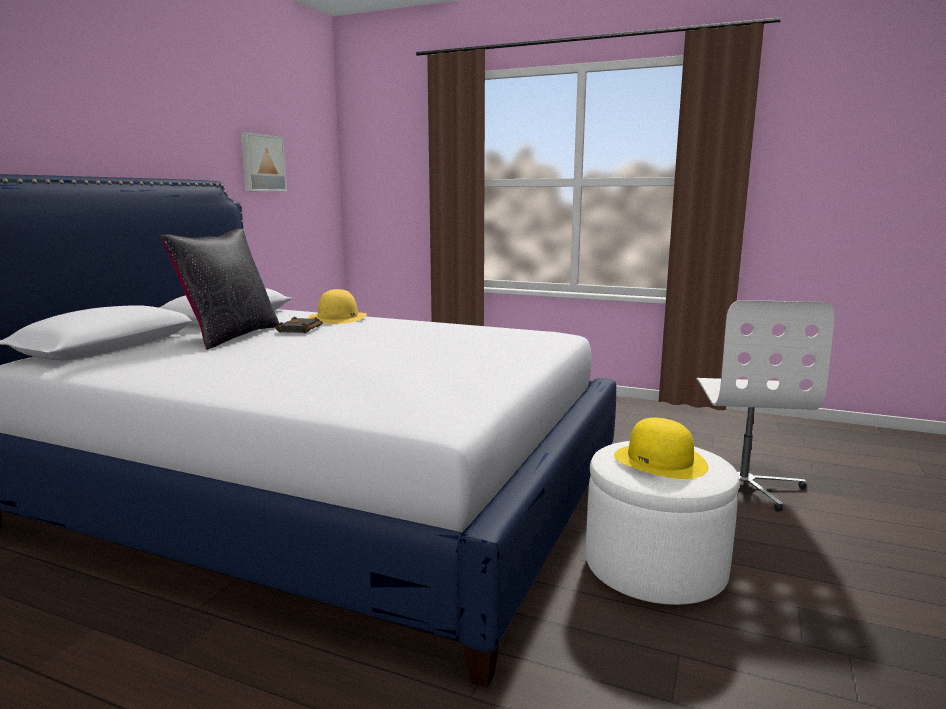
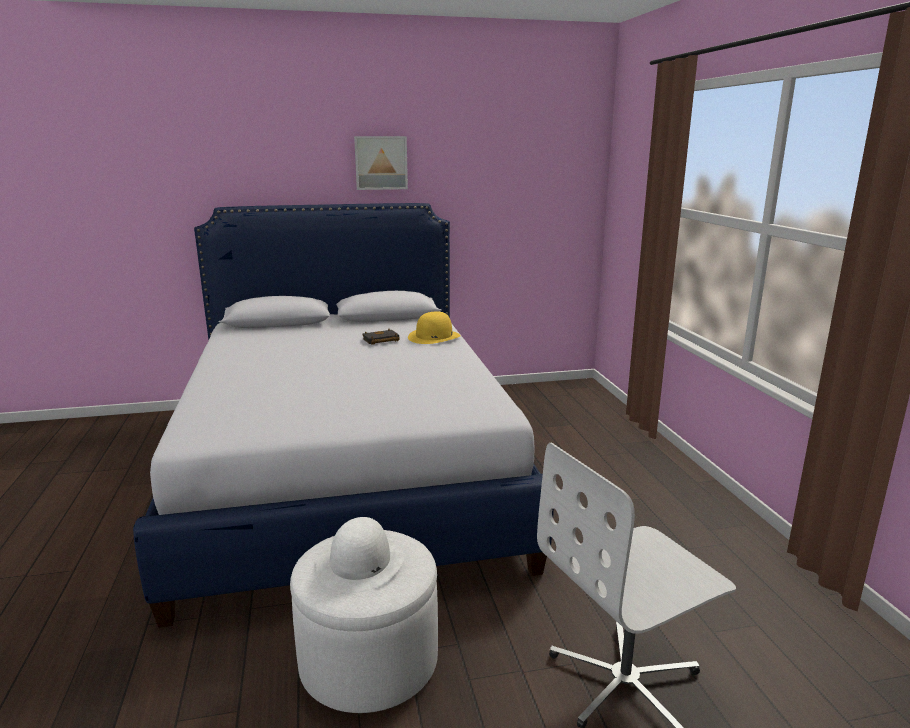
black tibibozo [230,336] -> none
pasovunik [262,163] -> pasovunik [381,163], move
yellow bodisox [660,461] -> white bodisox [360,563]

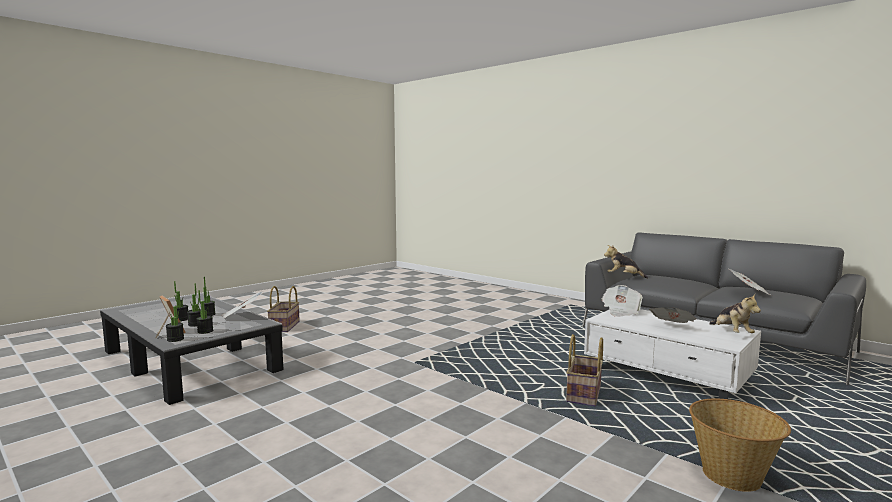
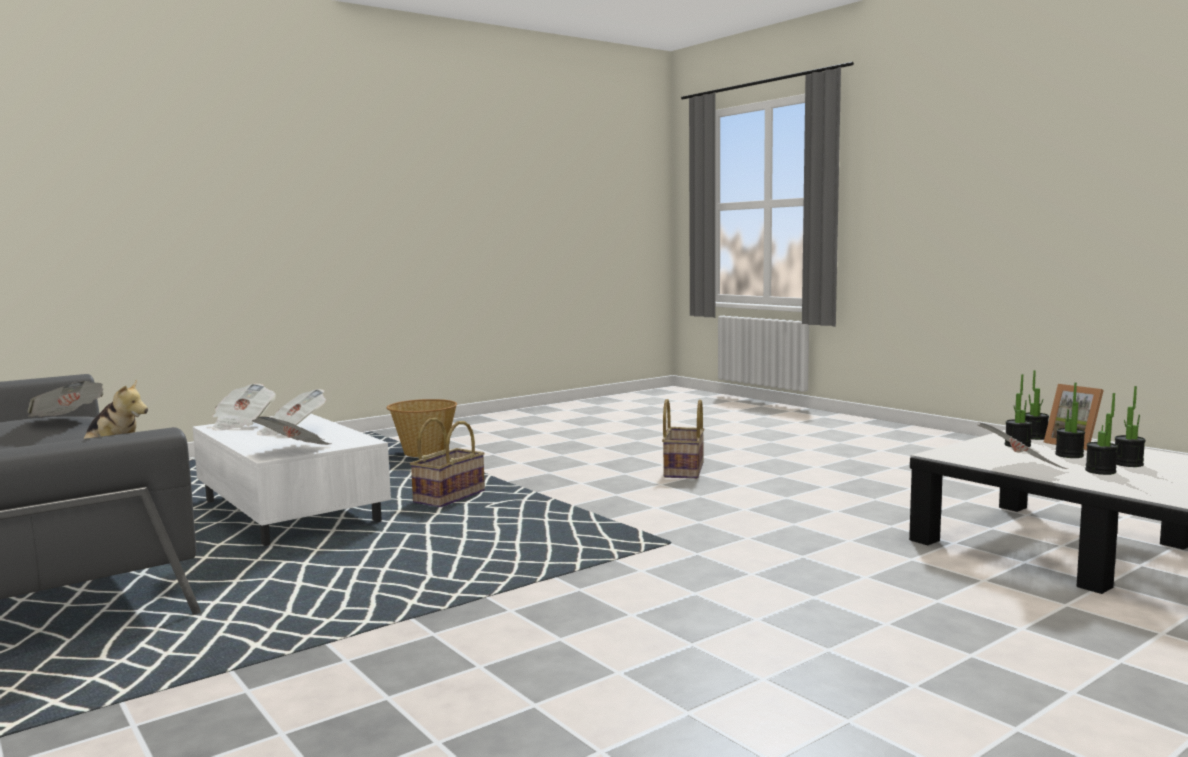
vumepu [285,327] -> vumepu [682,470], move
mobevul [731,333] -> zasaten [242,424]

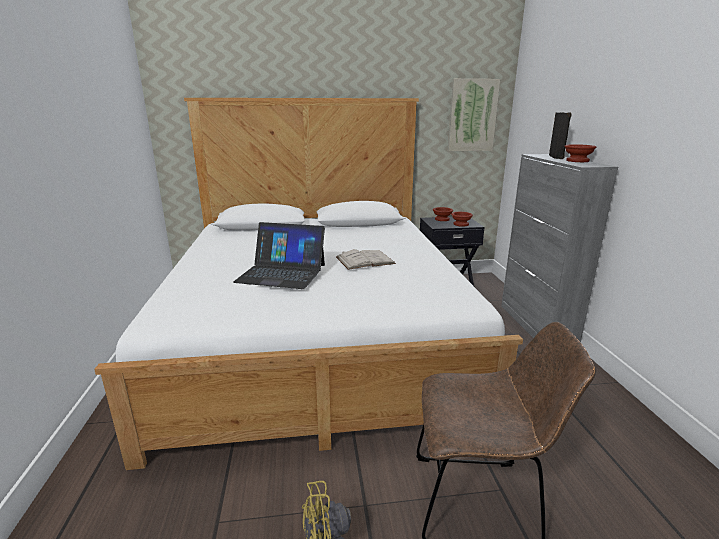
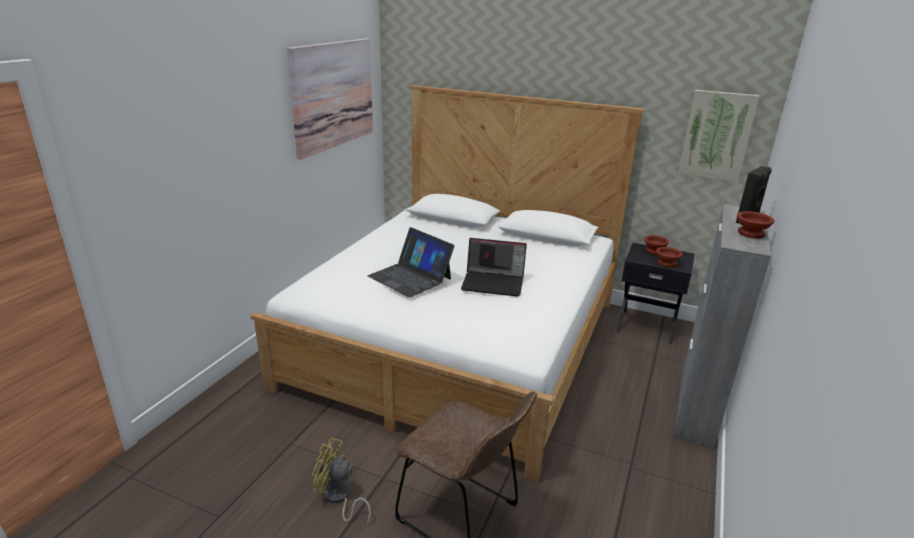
none -> pasovunik [333,95]
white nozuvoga [365,260] -> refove [494,283]

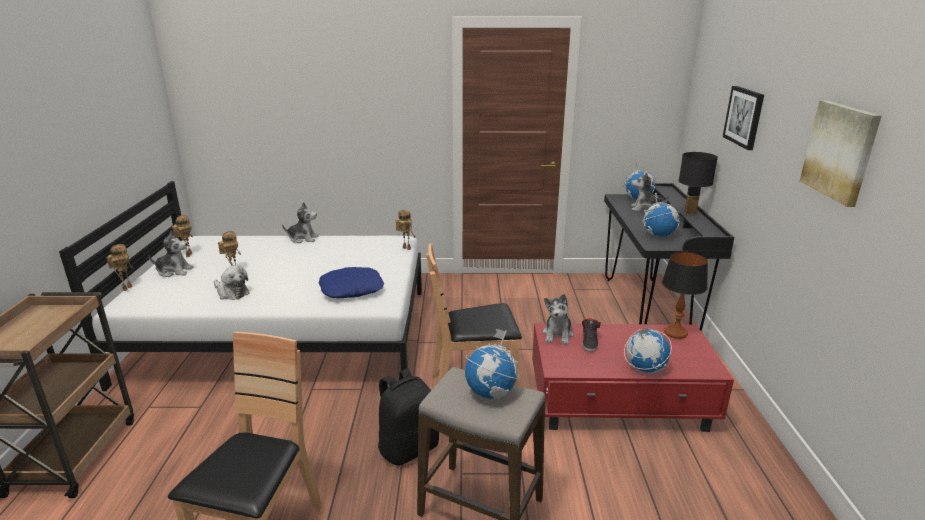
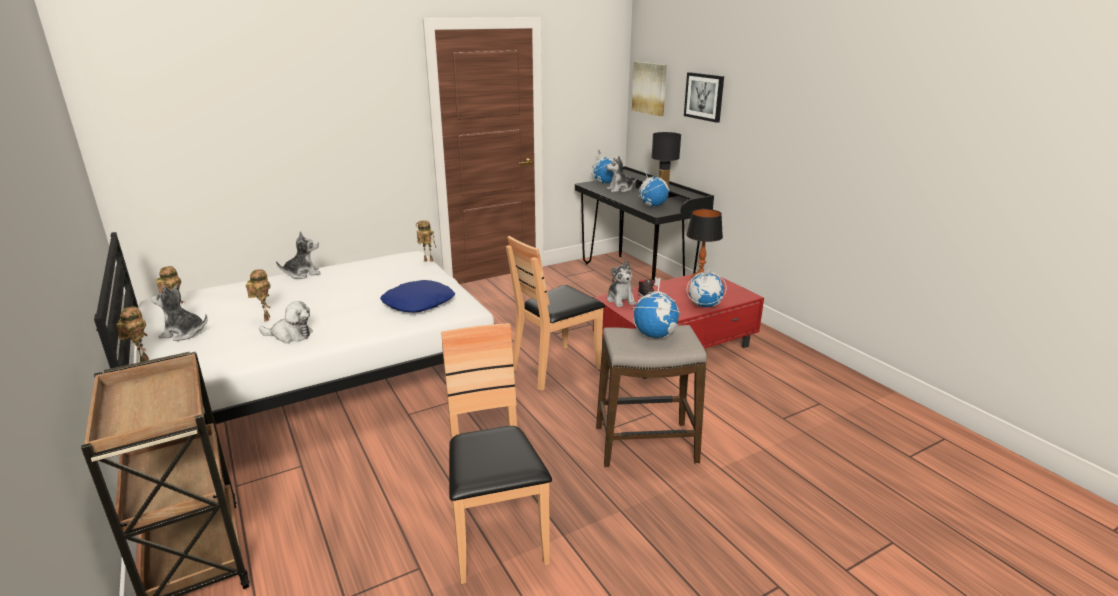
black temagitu [408,448] -> none
pasovunik [840,151] -> pasovunik [650,88], move
mobevul [174,271] -> mobevul [184,333], 150 degrees counterclockwise

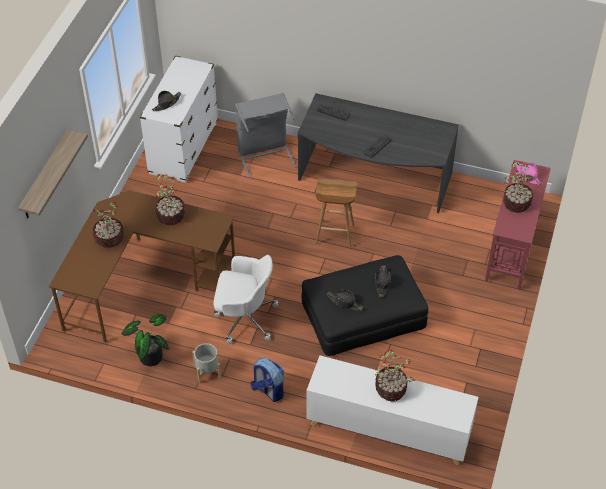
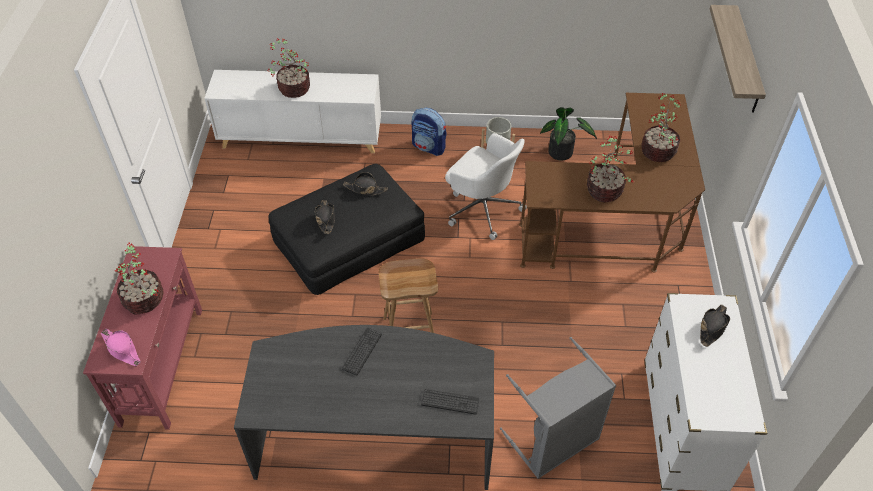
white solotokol [244,317] -> white solotokol [482,208], 135 degrees counterclockwise

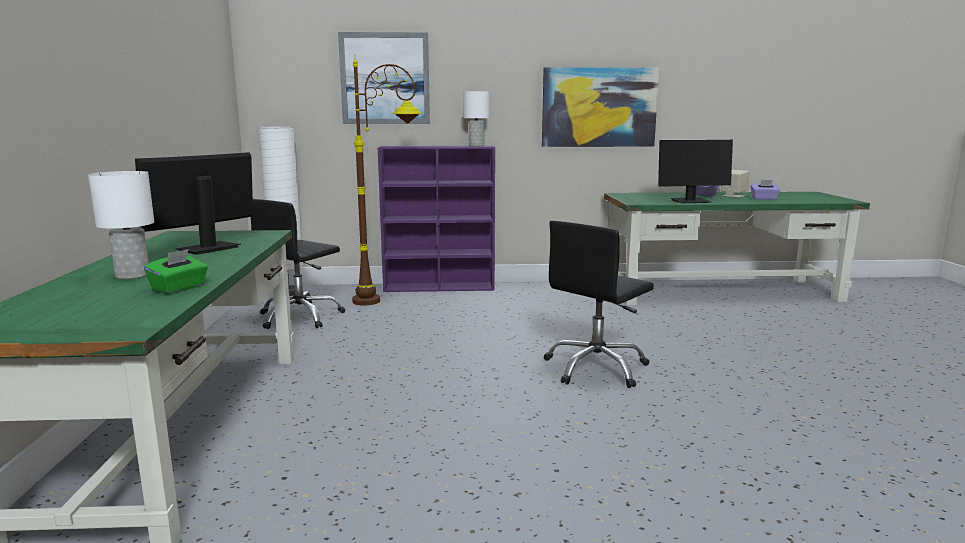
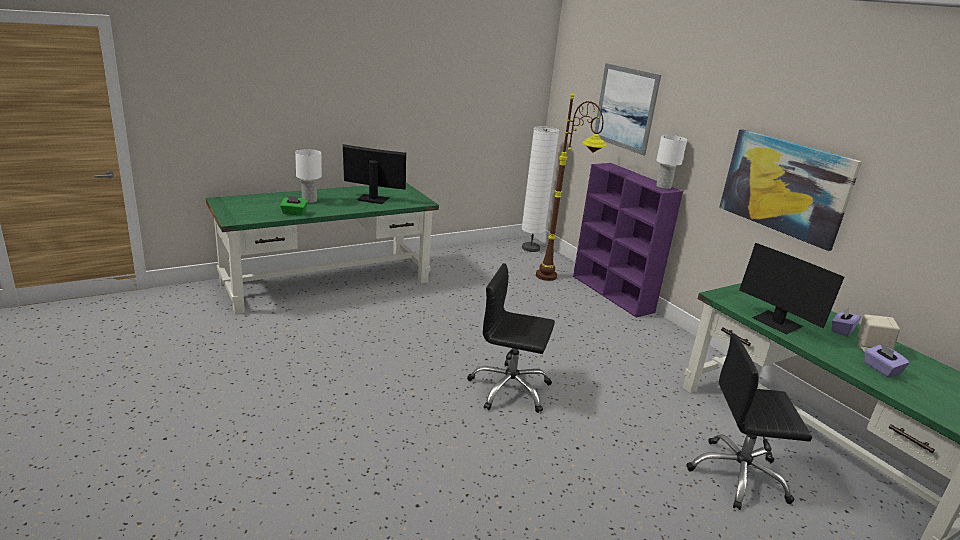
black solotokol [300,317] -> black solotokol [738,476], move

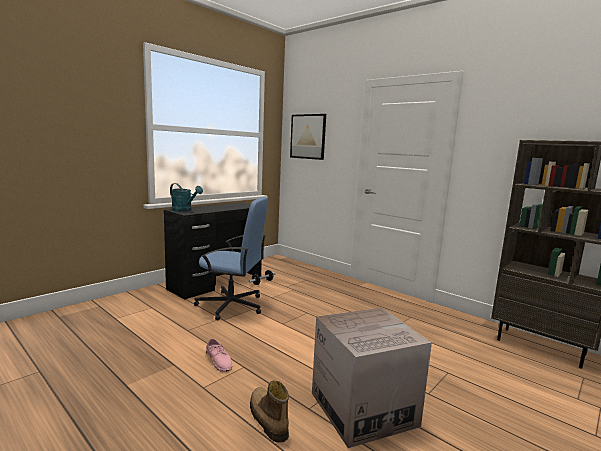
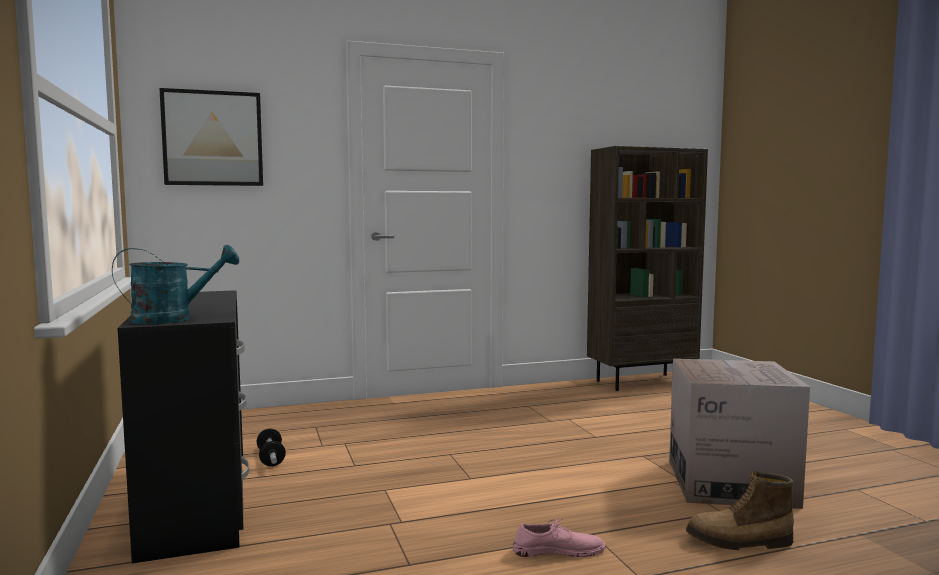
blue solotokol [232,305] -> none

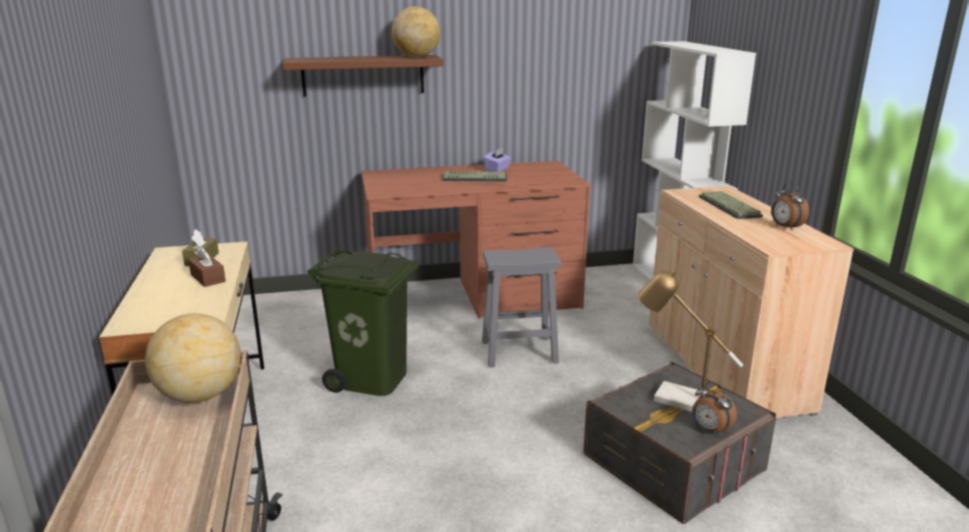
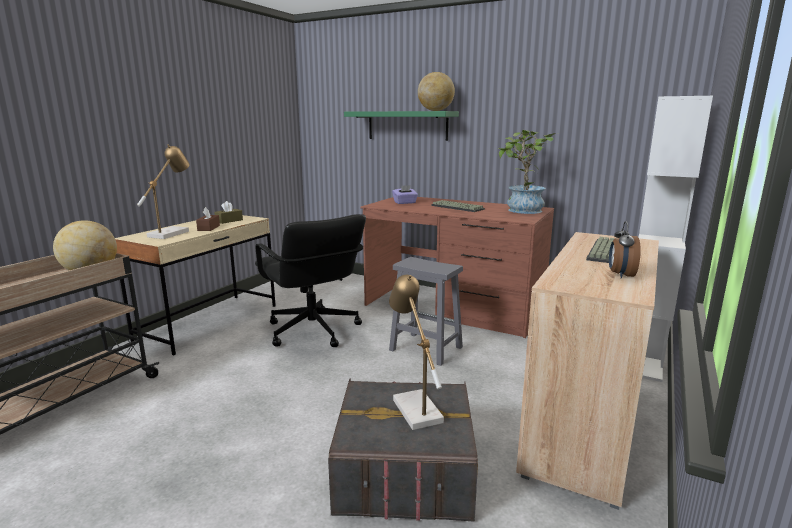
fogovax [709,430] -> none
none -> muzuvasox [172,233]
none -> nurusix [521,211]
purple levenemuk [497,170] -> purple levenemuk [405,203], move
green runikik [371,379] -> black solotokol [312,331]
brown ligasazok [363,75] -> green ligasazok [407,125]

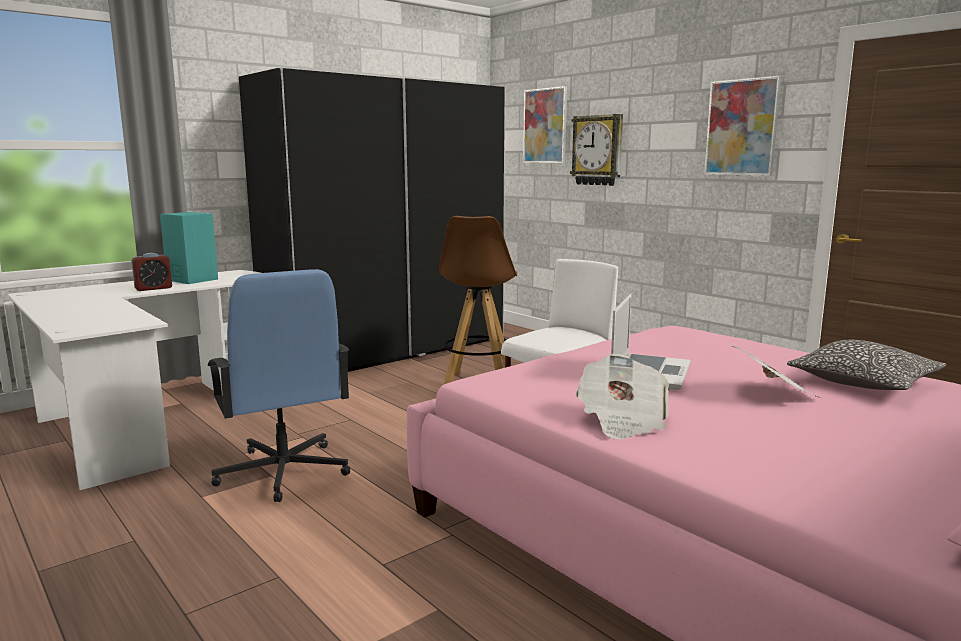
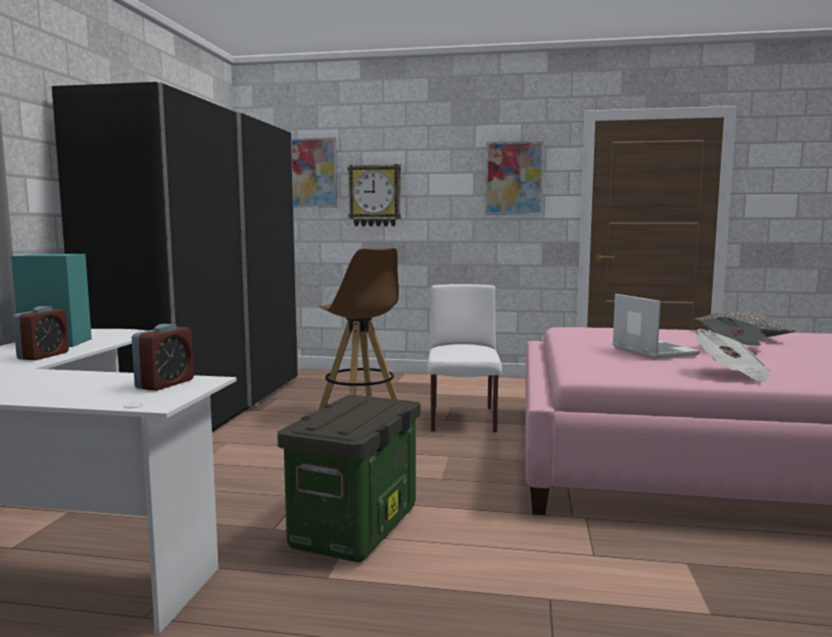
none -> fogovax [165,384]
blue solotokol [283,472] -> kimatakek [356,529]

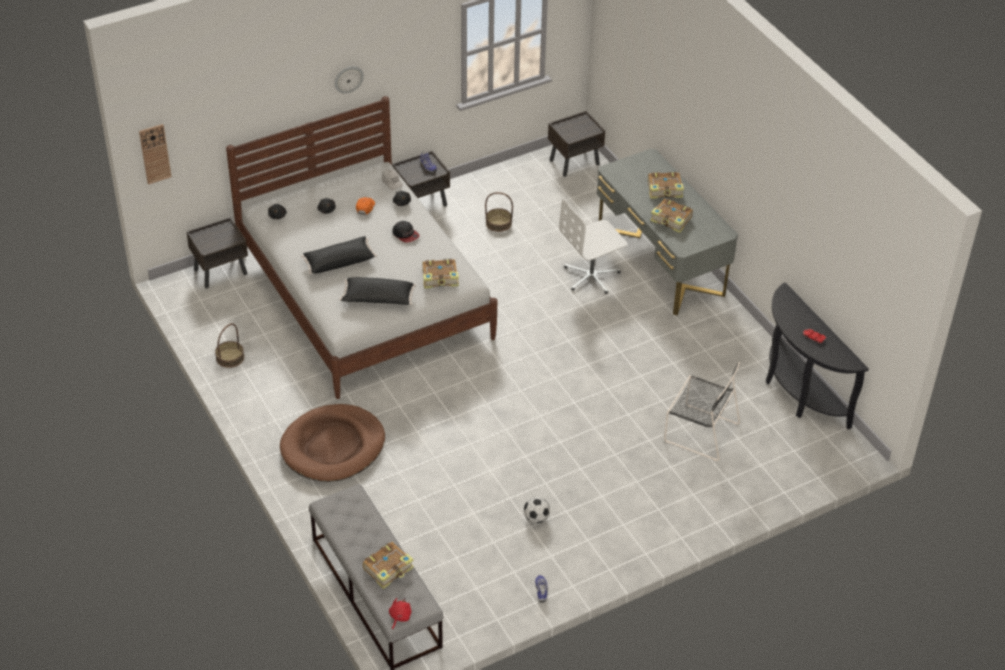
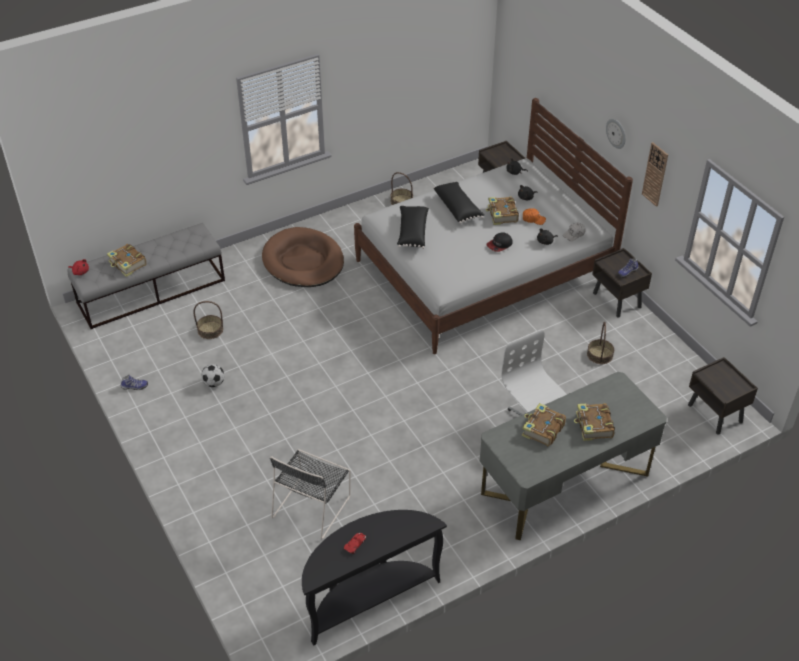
none -> vumepu [210,330]
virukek [155,153] -> virukek [655,174], move
nozuvoga [440,278] -> nozuvoga [502,215], move

